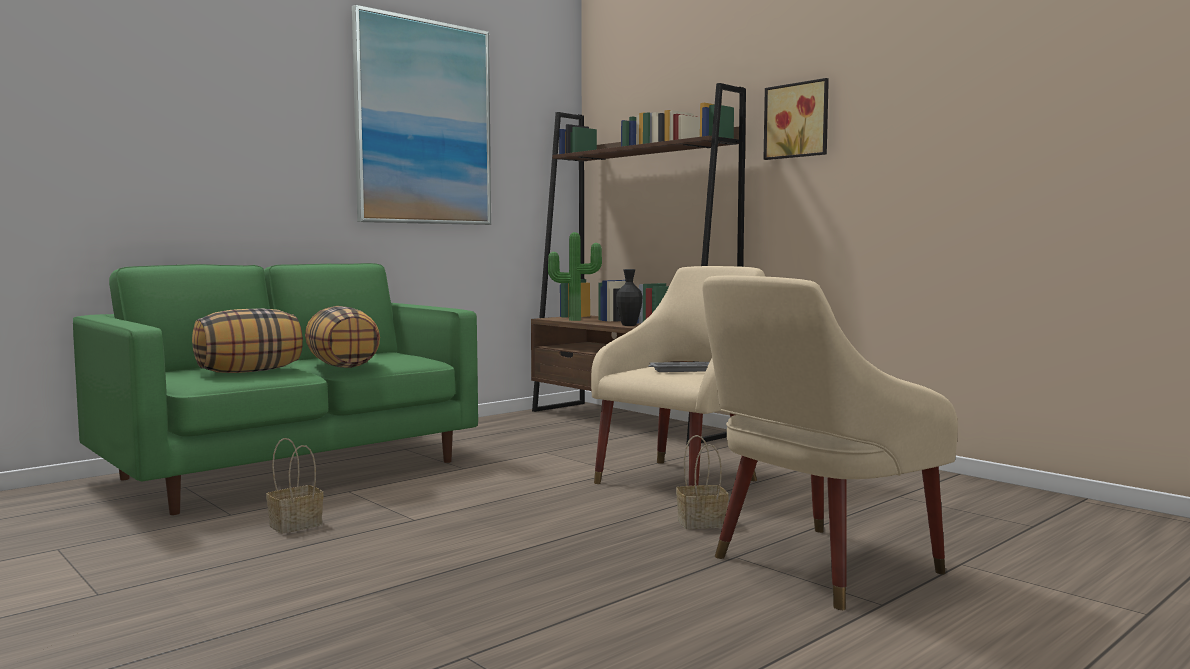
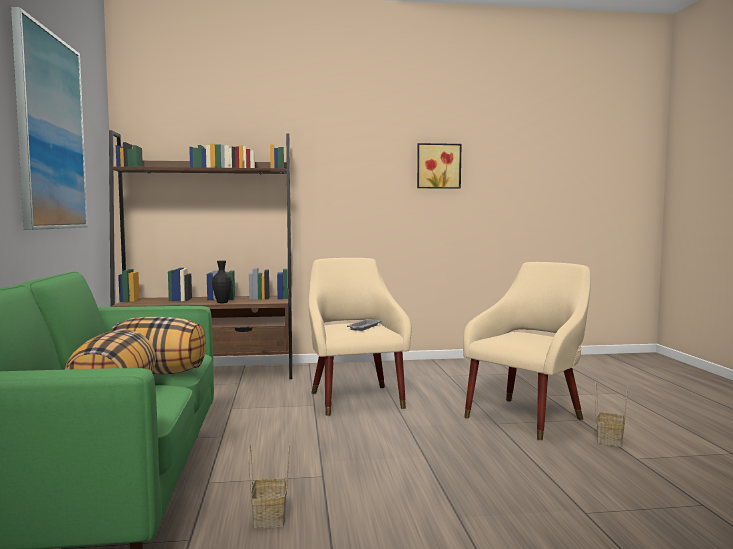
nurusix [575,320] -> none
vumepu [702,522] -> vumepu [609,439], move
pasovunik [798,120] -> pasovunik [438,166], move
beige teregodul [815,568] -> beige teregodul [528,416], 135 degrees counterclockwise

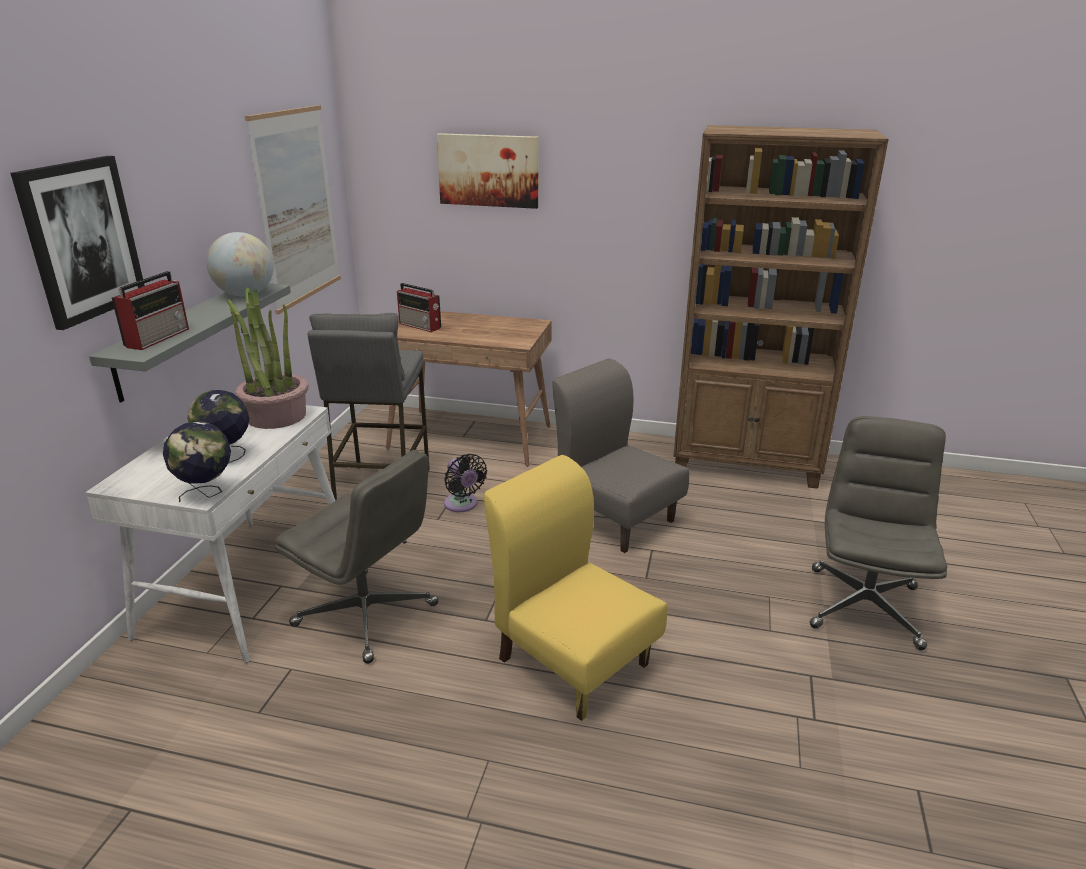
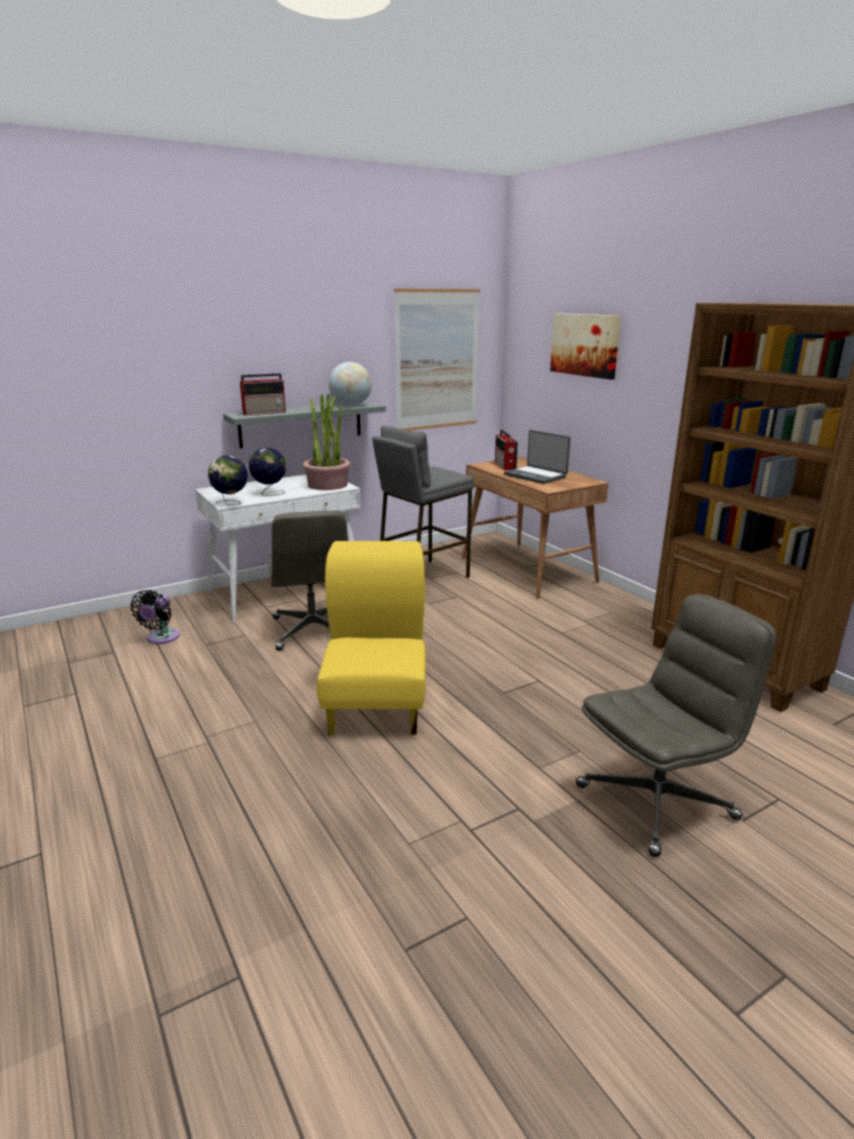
pasovunik [82,240] -> none
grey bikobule [616,518] -> none
none -> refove [536,476]
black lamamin [462,505] -> black lamamin [161,638], move

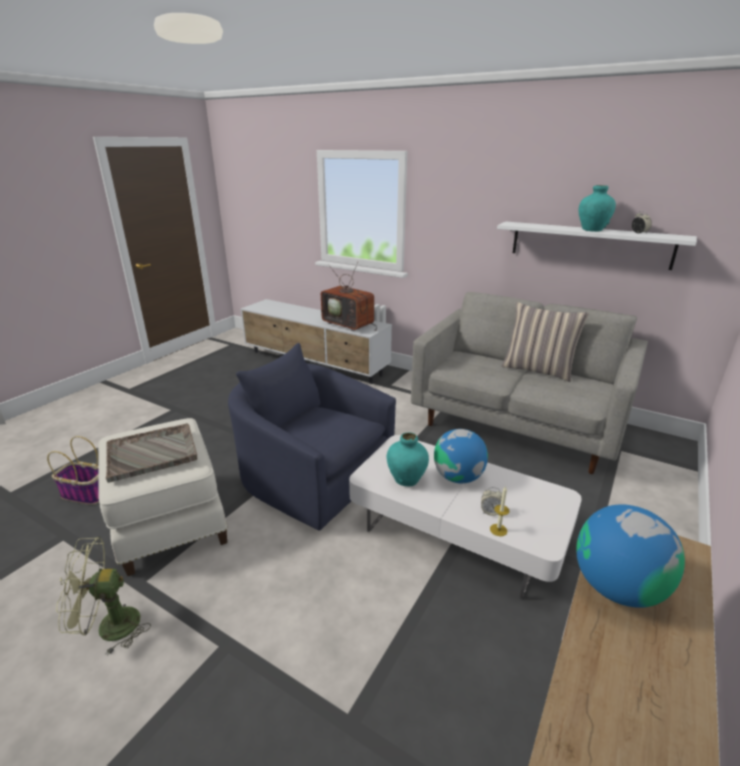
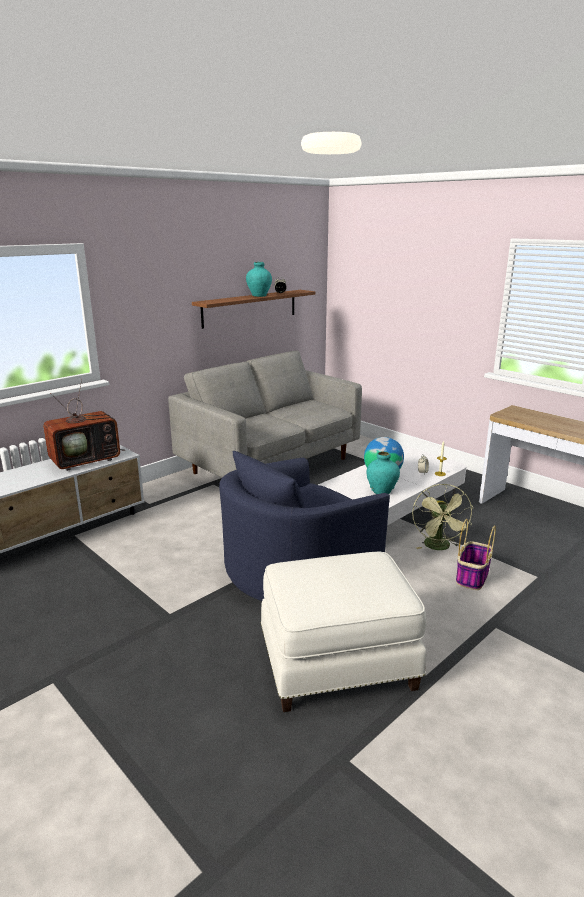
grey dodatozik [153,453] -> none
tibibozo [538,370] -> none
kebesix [617,587] -> none
vumepu [86,494] -> vumepu [472,576], move
green lamamin [109,628] -> green lamamin [439,547], move
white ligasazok [589,244] -> brown ligasazok [250,308]

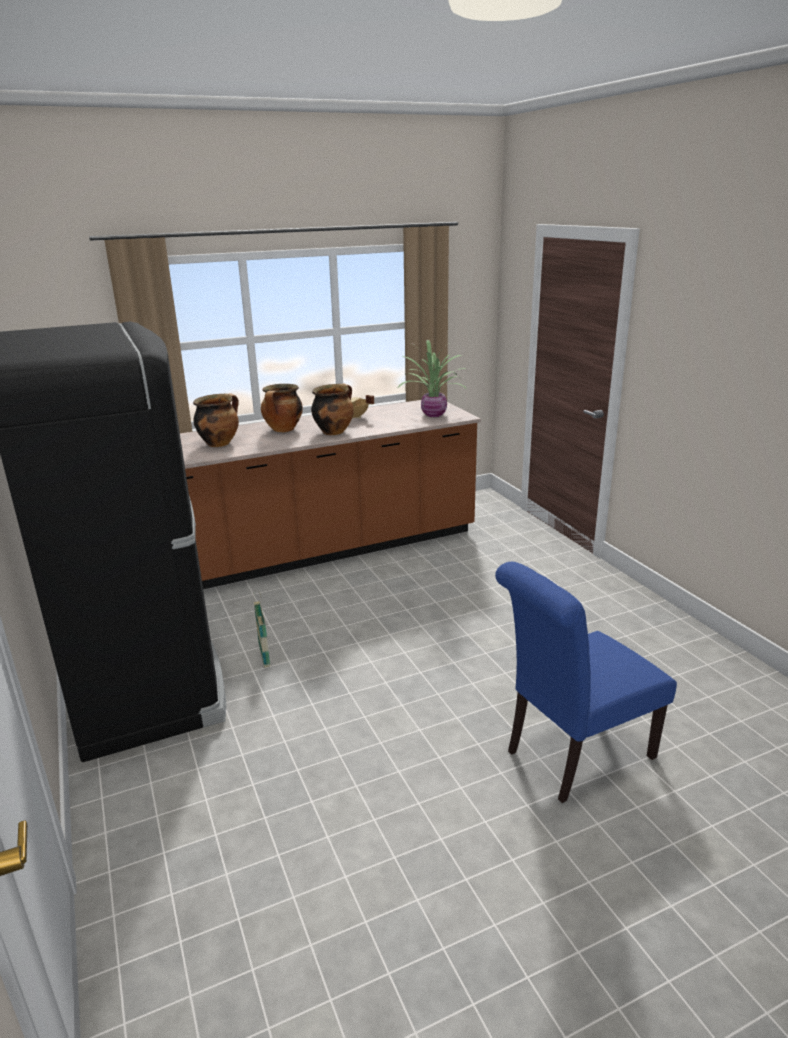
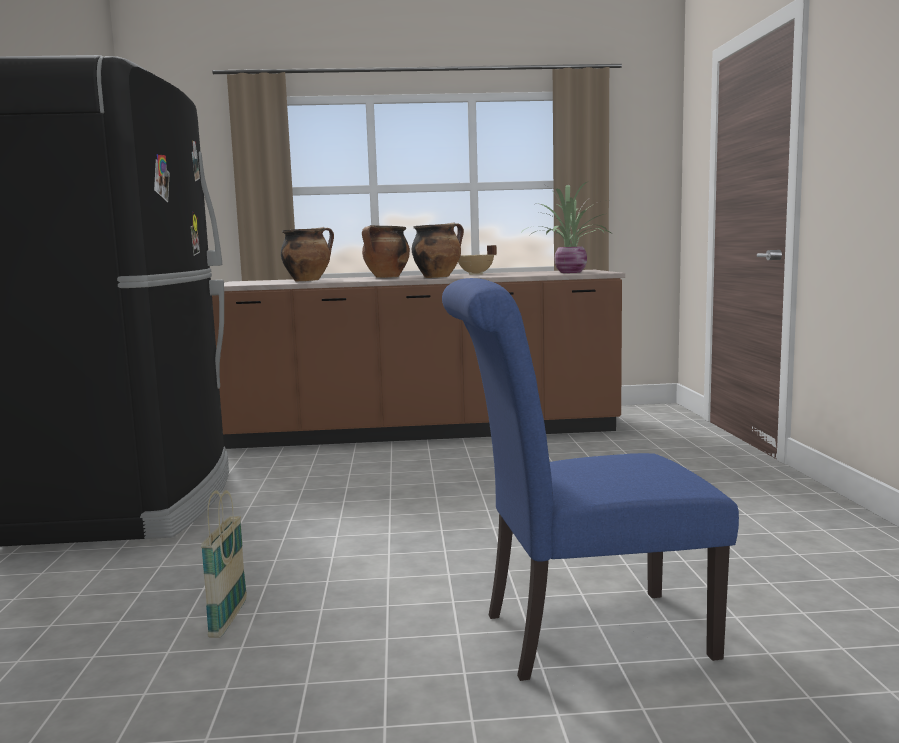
vumepu [264,655] -> vumepu [228,619], move

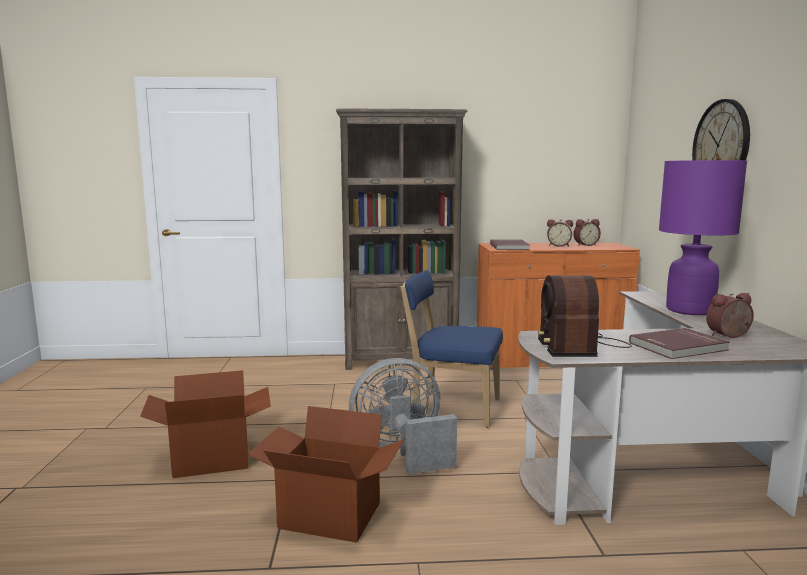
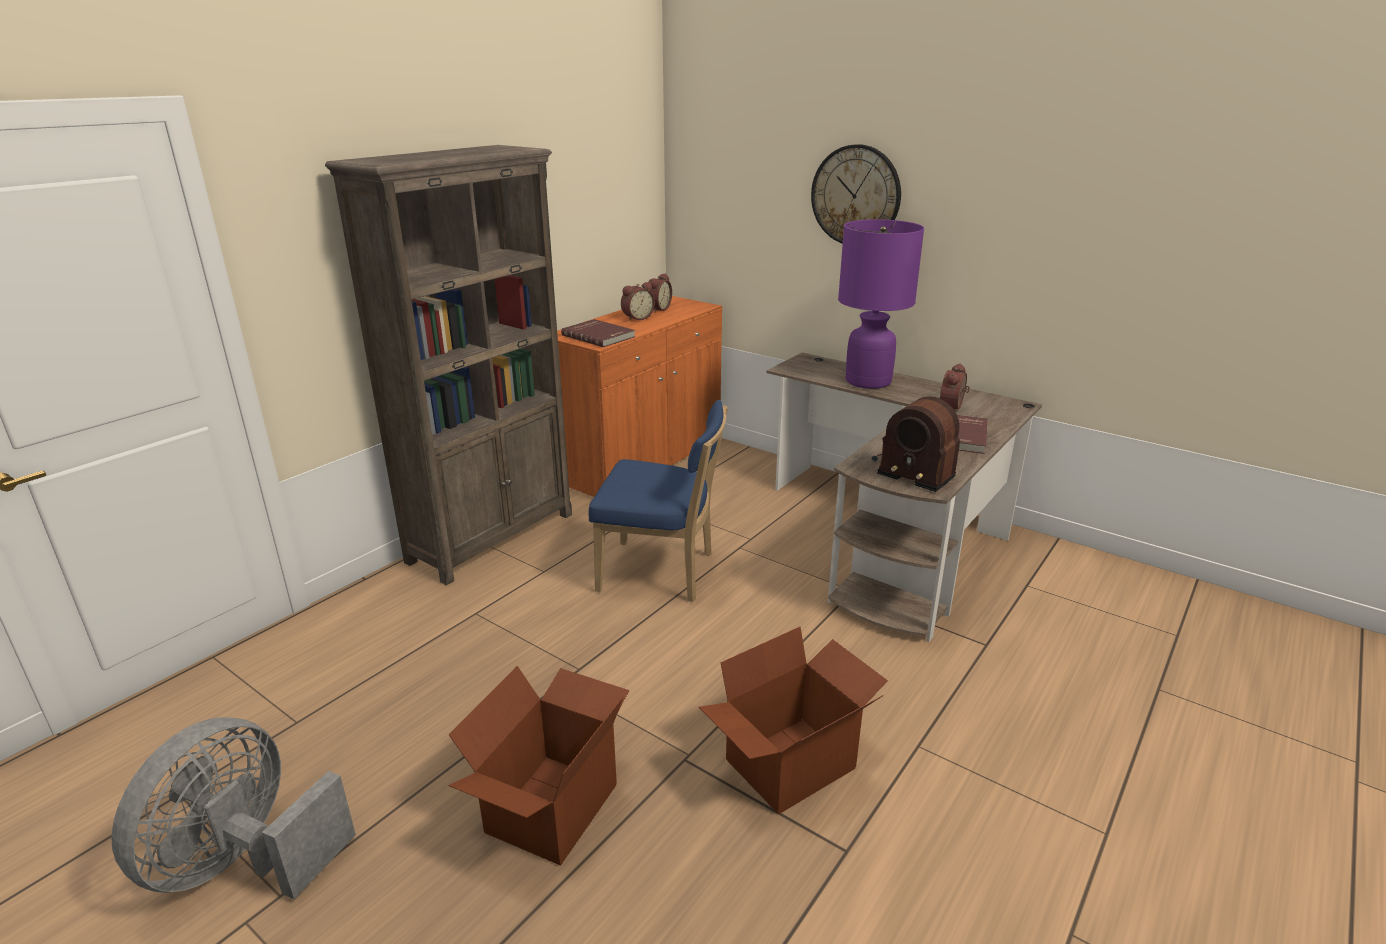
grey lamamin [402,452] -> grey lamamin [244,862], move
blue bikobule [451,408] -> blue bikobule [662,572], 135 degrees counterclockwise

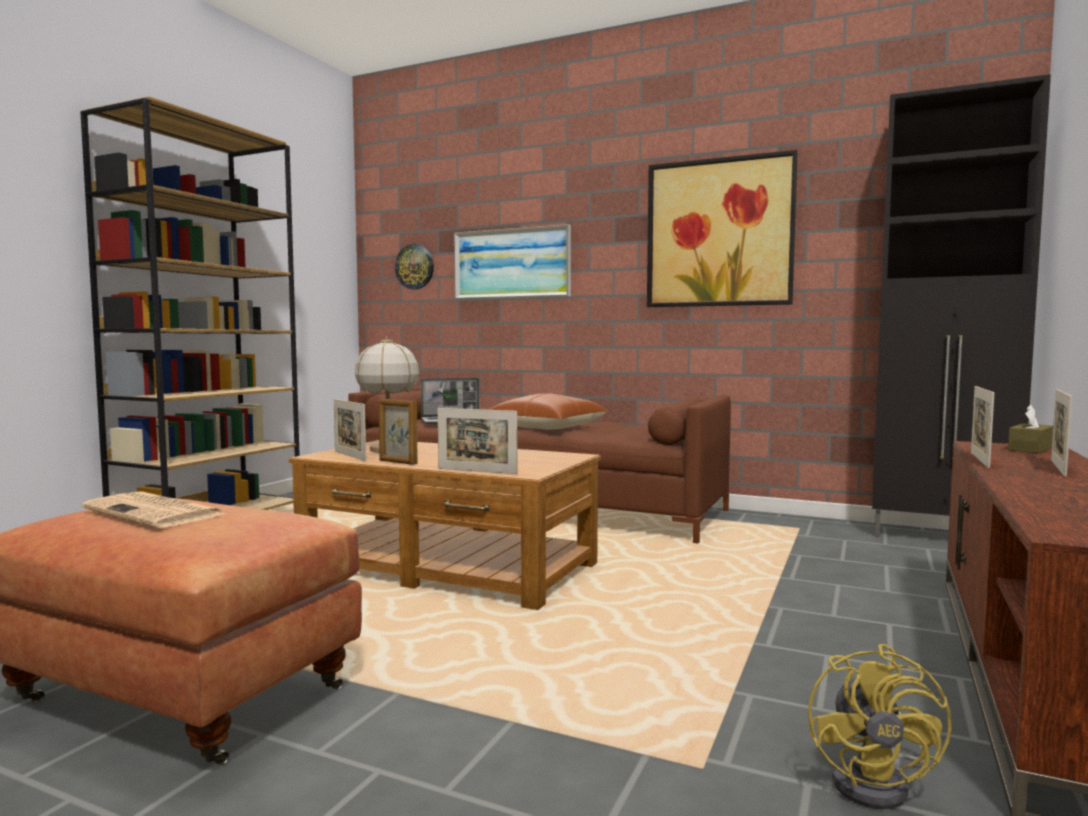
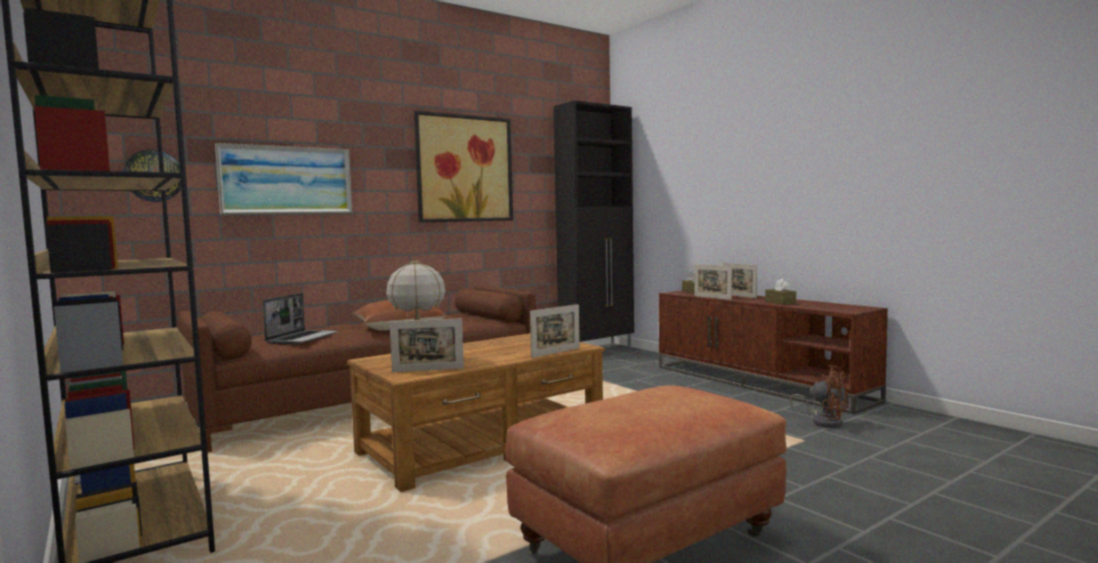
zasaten [156,512] -> none
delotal [397,462] -> none
none -> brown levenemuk [780,302]
yellow lamamin [879,783] -> brown lamamin [824,421]

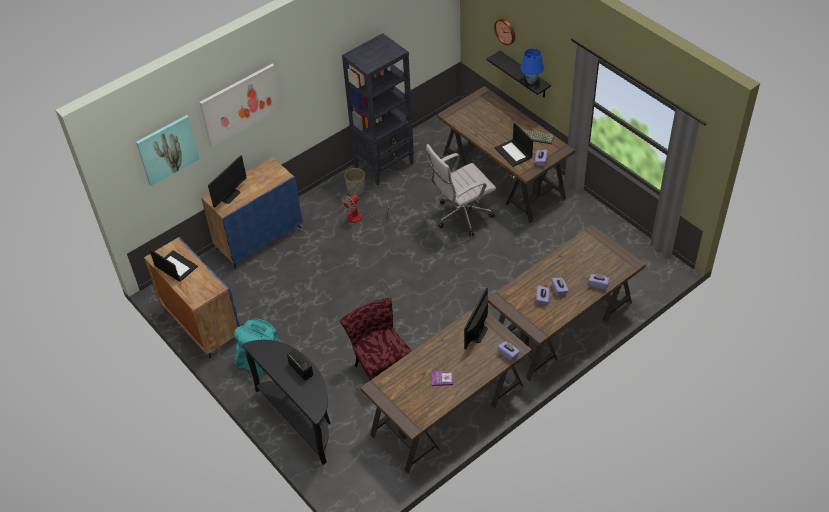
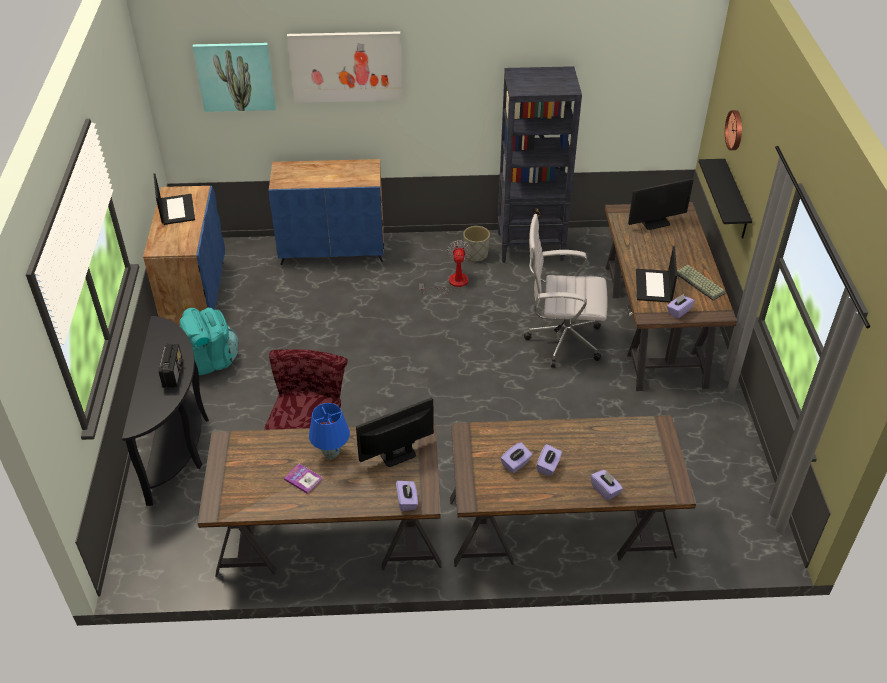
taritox [229,195] -> taritox [655,222], move
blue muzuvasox [531,81] -> blue muzuvasox [331,454], move
lamamin [360,217] -> lamamin [452,283], 105 degrees clockwise

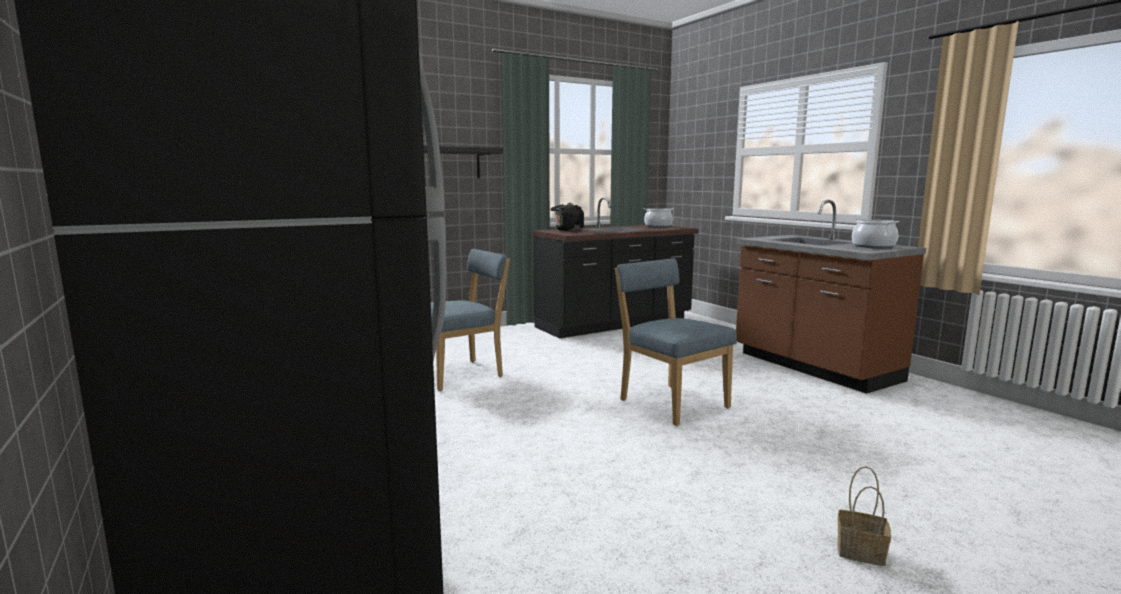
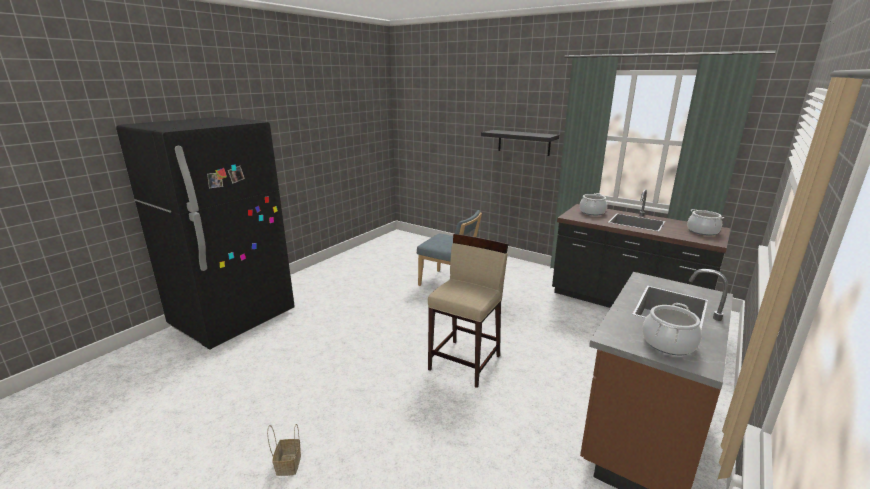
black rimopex [568,231] -> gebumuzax [592,212]
blue bikobule [670,402] -> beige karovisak [465,362]

